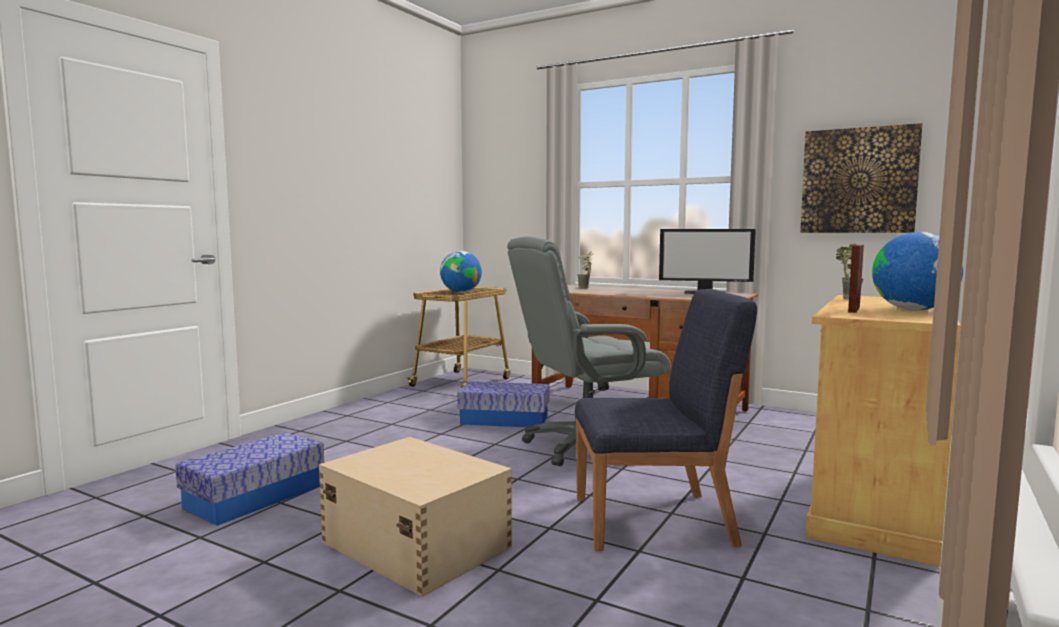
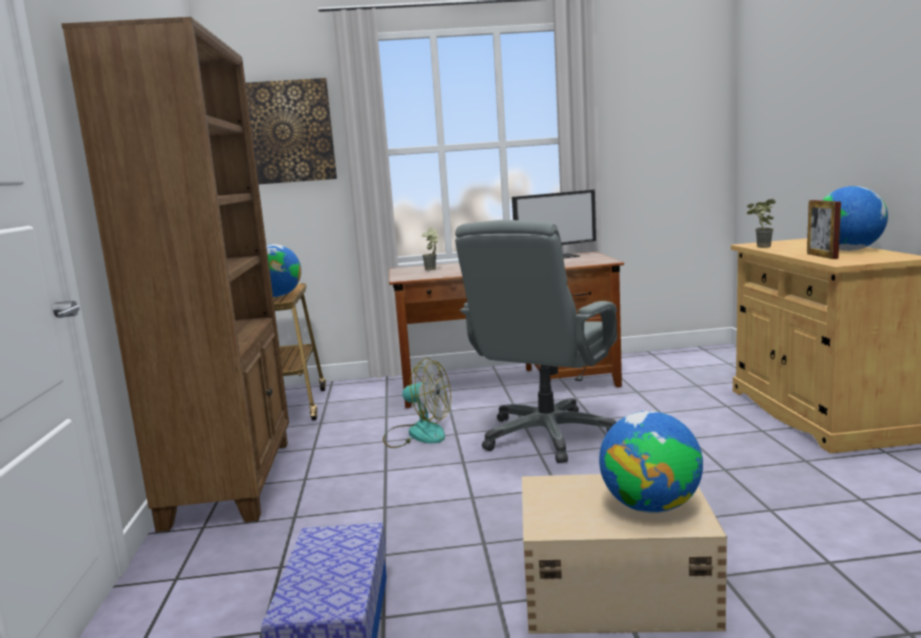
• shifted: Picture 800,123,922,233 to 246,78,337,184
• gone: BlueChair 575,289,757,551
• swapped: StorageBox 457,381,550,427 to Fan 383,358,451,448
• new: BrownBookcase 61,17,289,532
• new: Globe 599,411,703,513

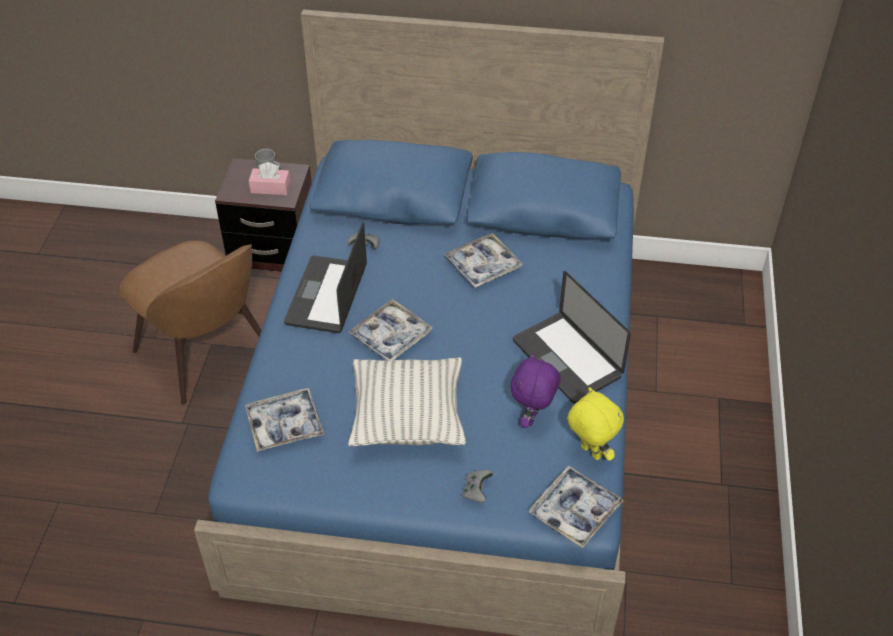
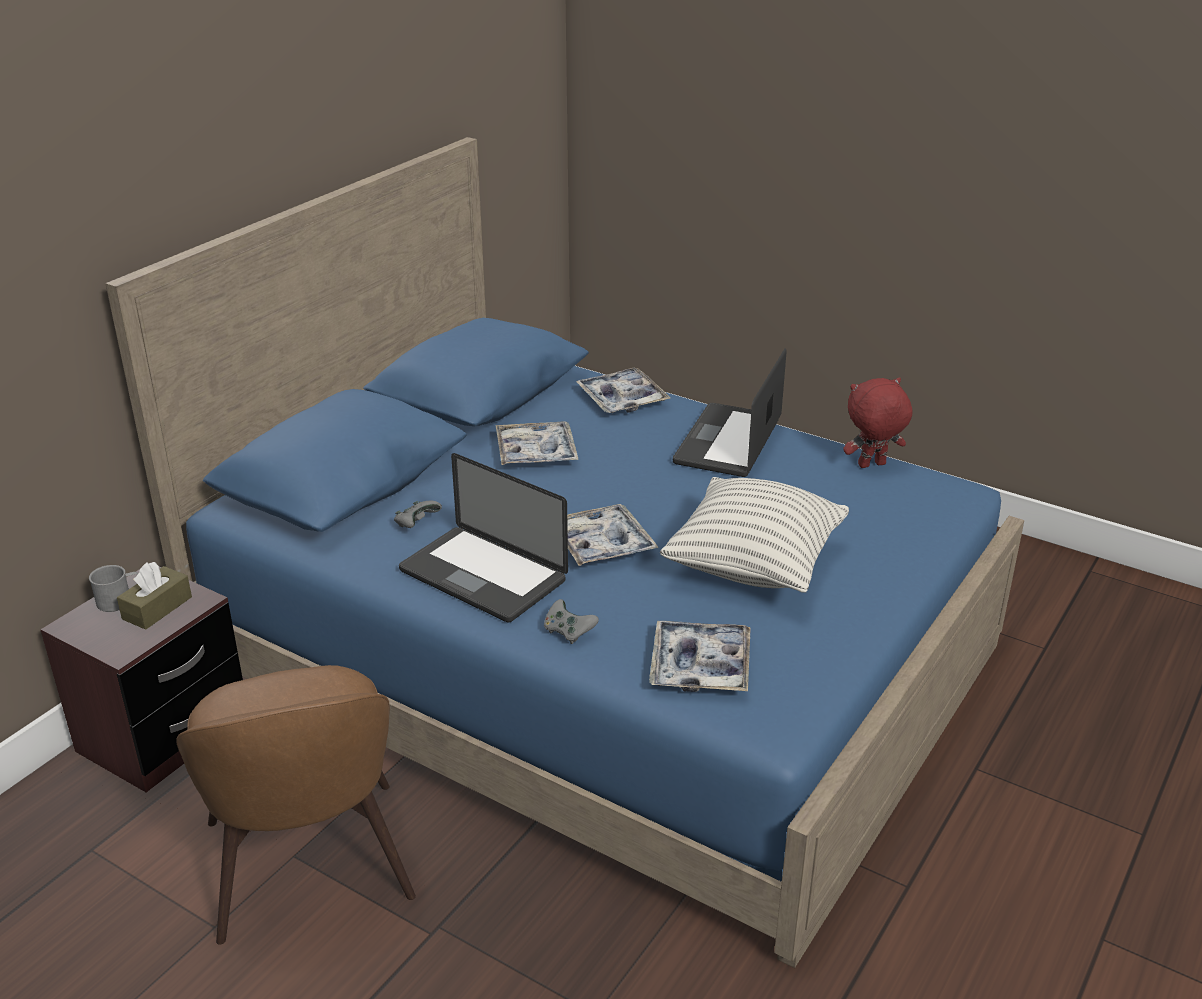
• repainted: PinkTissueBox 249,162,291,195 to BrownTissueBox 117,562,192,630
• rotated: BrownChair 120,241,262,405 = 176,665,416,945 90 degrees clockwise
• rotated: Laptop 513,271,631,403 = 673,348,787,477 120 degrees clockwise
• gone: PurplePlushToy 511,352,561,428
• repainted: YellowPlushToy 568,387,624,461 to RedPlushToy 843,378,912,468
• shifted: Tray 529,466,624,548 to 576,368,670,413
• shifted: GreyGameController 462,470,493,503 to 544,599,599,644

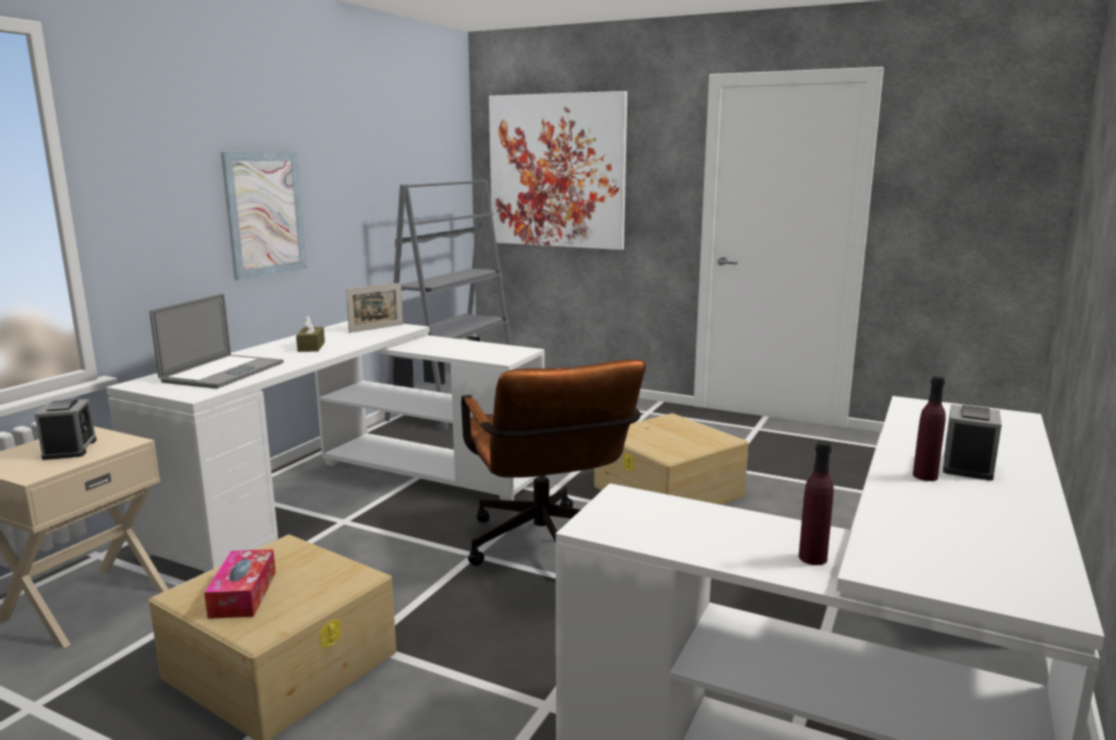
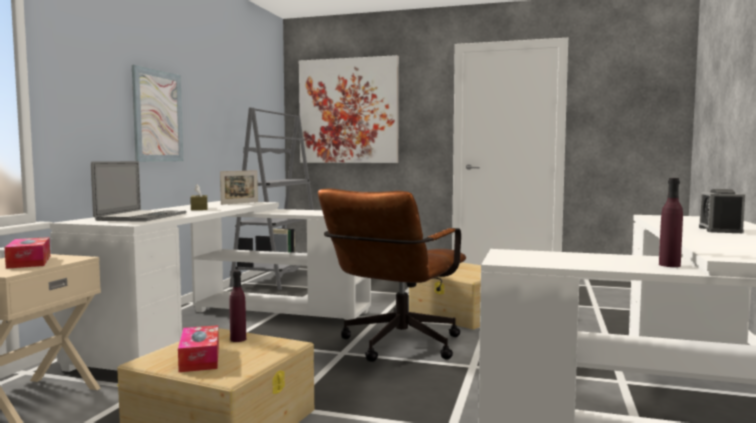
• rotated: BrownOfficeChair 461,359,646,566 = 318,188,466,362 60 degrees clockwise
• shifted: PurpleBottle 913,376,946,481 to 229,270,246,342
• swapped: AlarmClock 35,399,97,460 to TissueBox 4,237,50,269

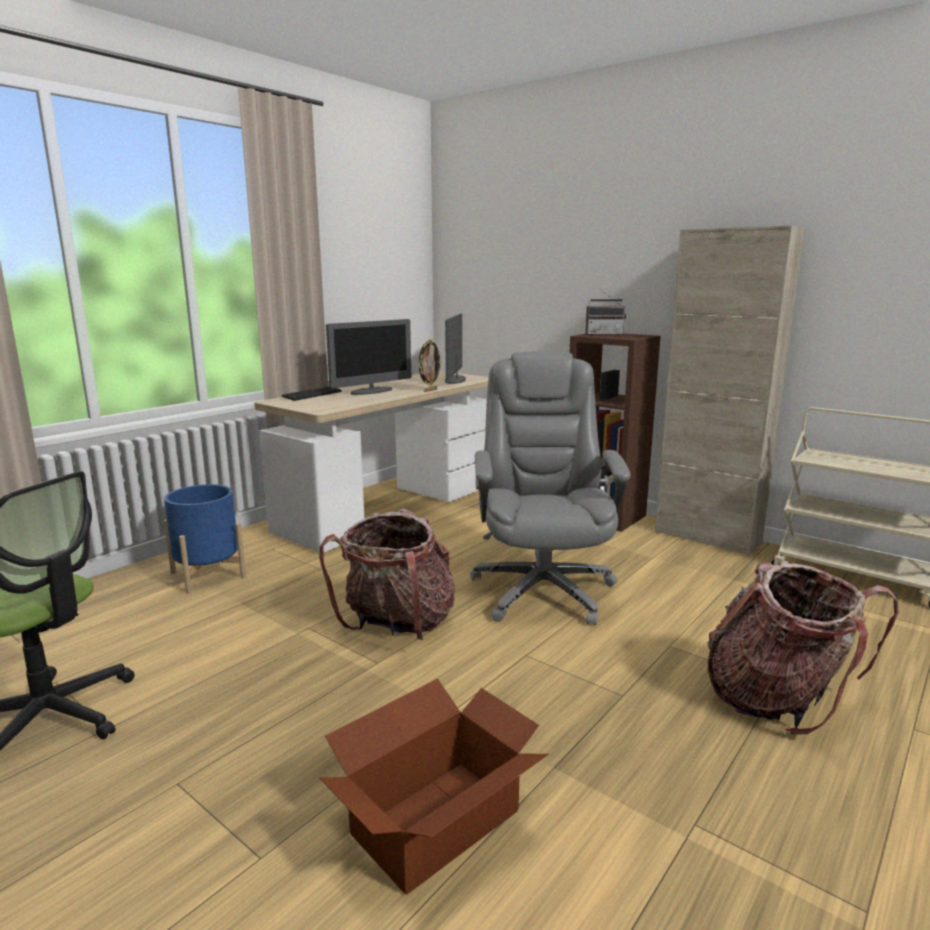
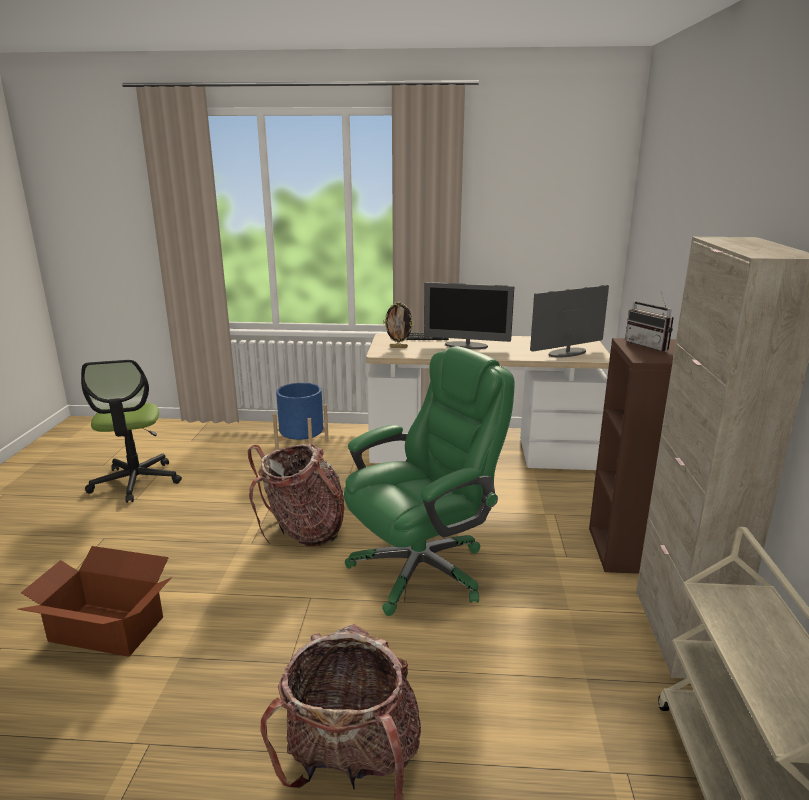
• shifted: PictureFrame 418,339,442,392 to 383,301,414,348
• repainted: GreyOfficeChair 470,351,631,625 to GreenOfficeChair 344,346,515,616

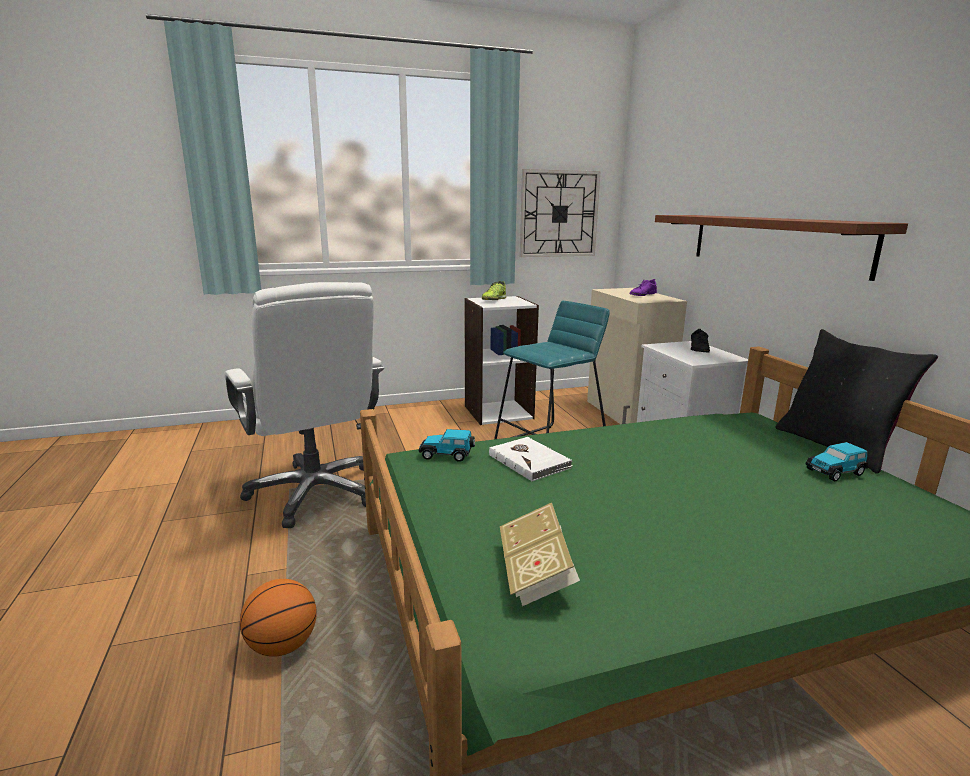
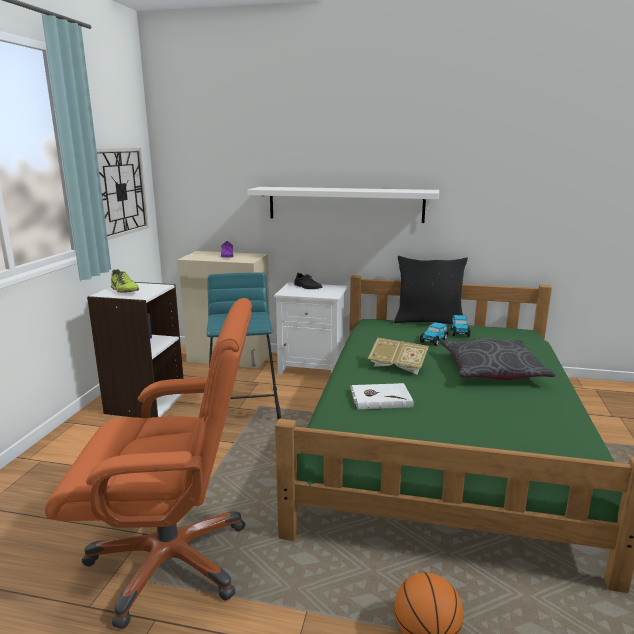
• repainted: BrownShelf 655,215,908,281 to WhiteShelf 247,187,439,223
• repainted: WhiteOfficeChair 224,282,384,528 to OrangeOfficeChair 45,298,252,629
• shifted: ToyCar 419,429,475,462 to 420,322,449,346
• shifted: Book 500,502,580,606 to 368,338,429,375
• new: GreyPillow 440,338,555,380

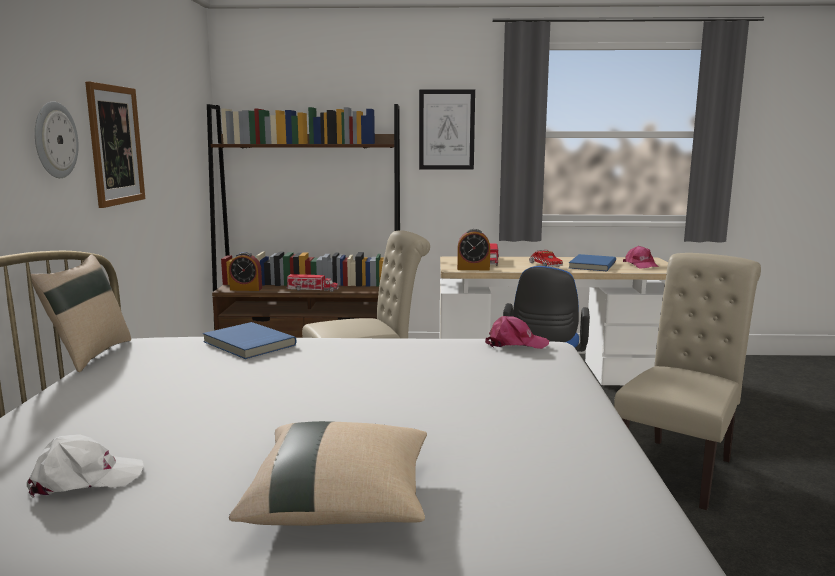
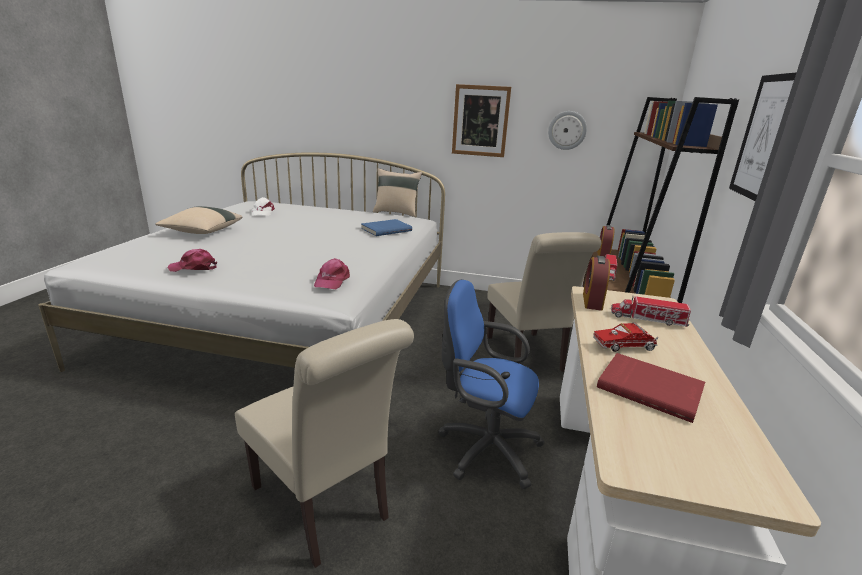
• shifted: WallClock 35,101,79,178 to 548,111,587,150
• shifted: PinkCap 623,246,658,269 to 167,249,217,272
• repainted: BlueBook 569,254,616,271 to RedBook 597,353,705,423

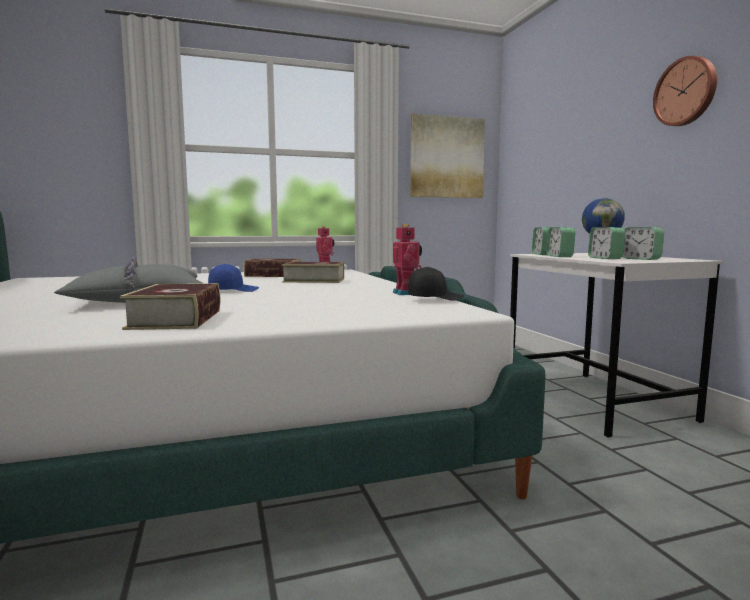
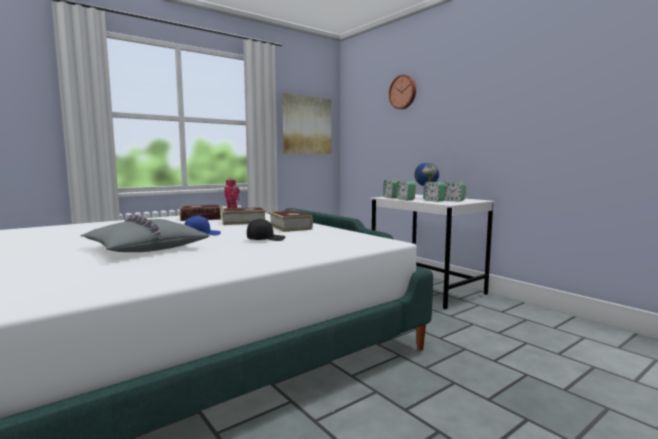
• shifted: WallClock 653,56,717,126 to 389,75,416,109
• gone: ToyRobot 393,224,422,295
• shifted: BlackCap 408,267,464,301 to 247,219,285,241
• shifted: Book 120,283,220,330 to 269,210,313,232

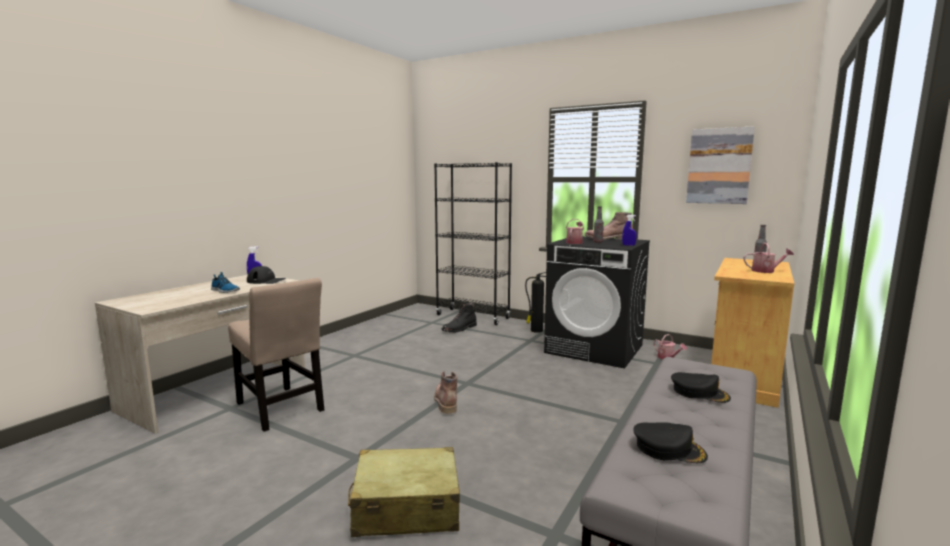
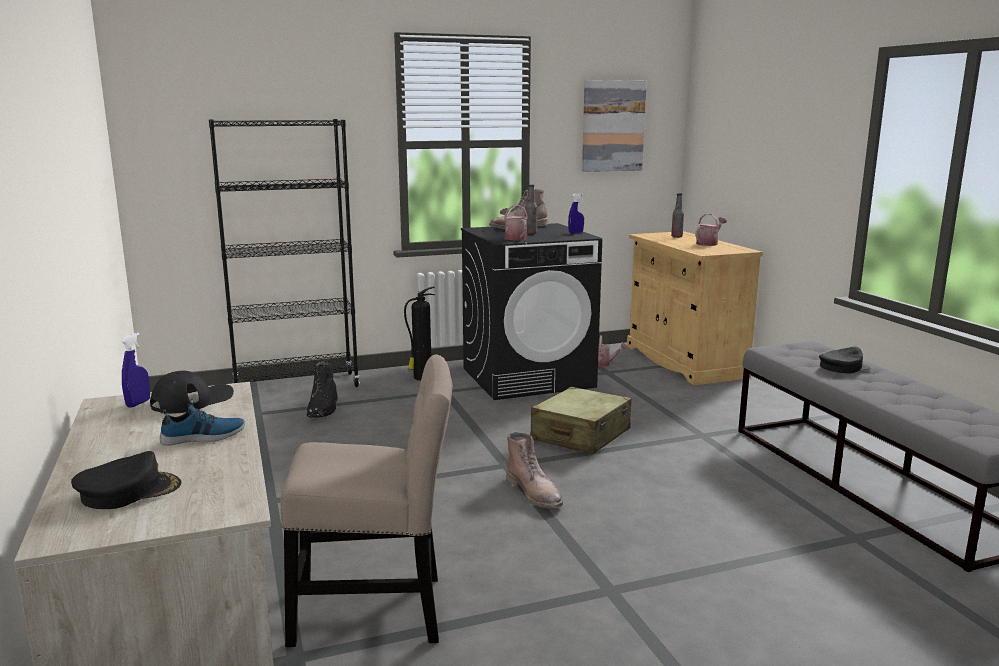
• rotated: BrownBoot 434,371,457,414 = 506,432,563,509 150 degrees counterclockwise
• shifted: BlackCap 634,422,708,463 to 71,451,181,509
• shifted: BeigeSuitcase 348,447,460,537 to 530,387,631,454

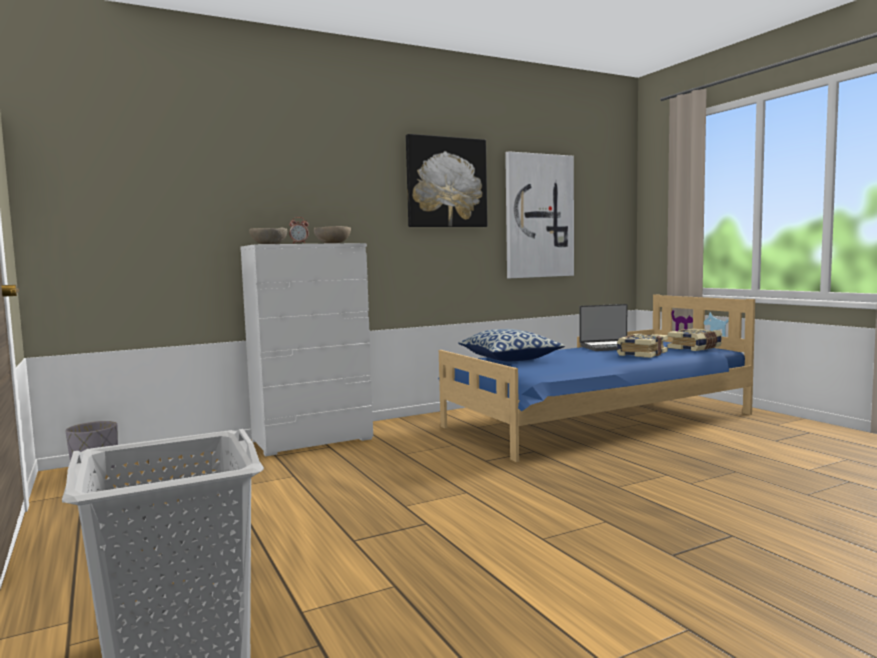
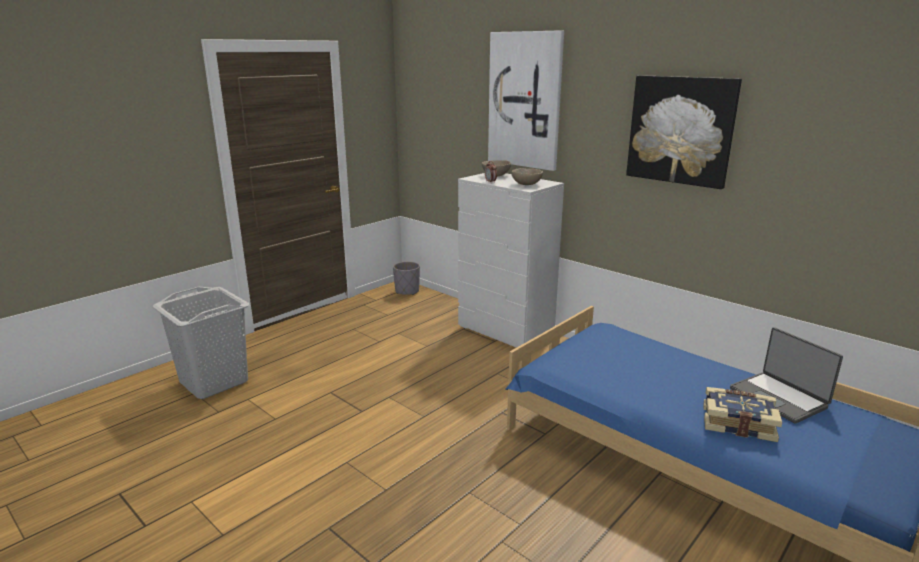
• shifted: Picture 505,151,574,278 to 488,30,564,171
• gone: Book 668,328,722,351
• gone: Pillow 458,329,565,361

